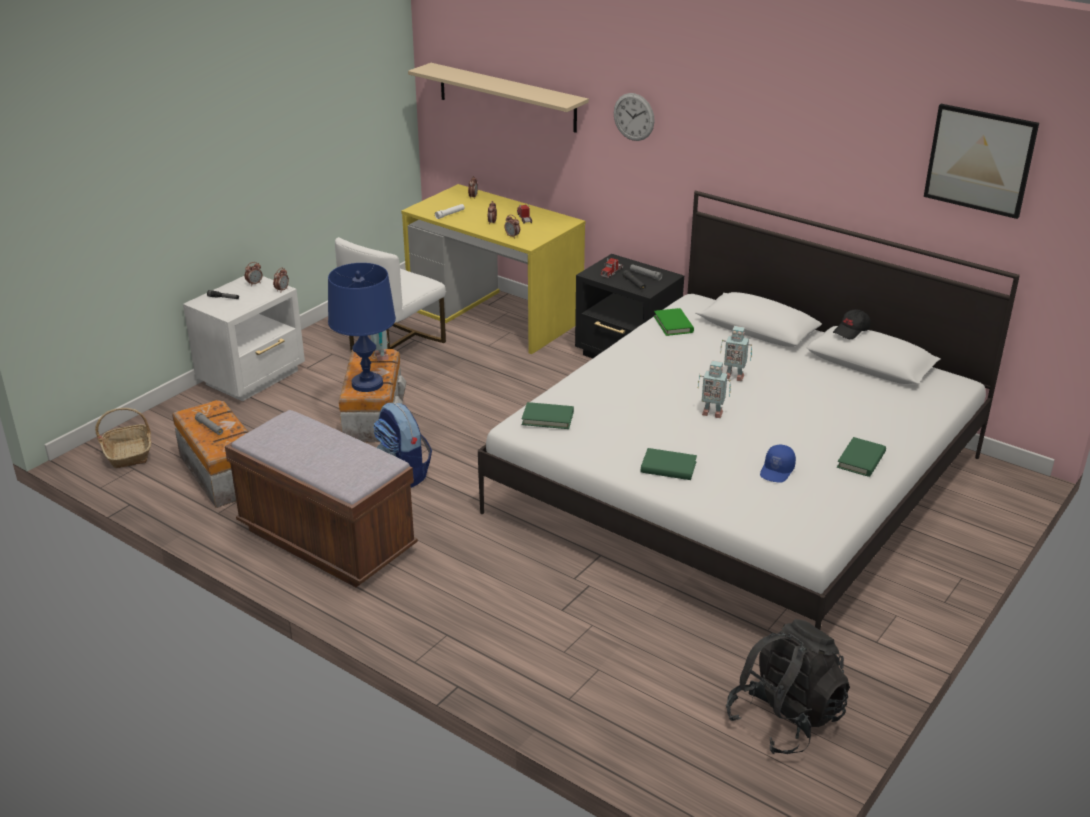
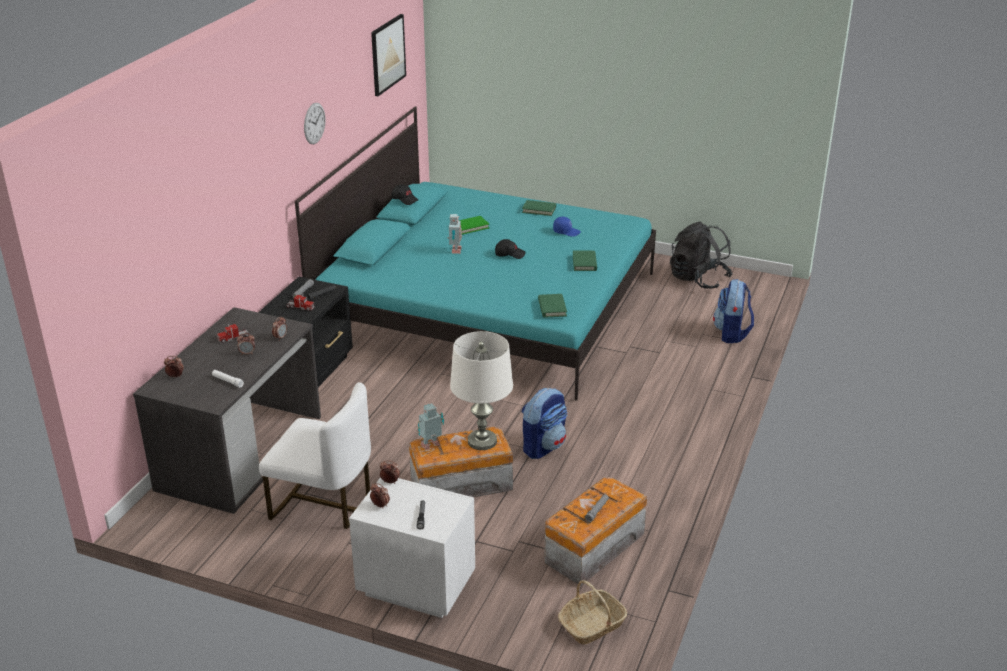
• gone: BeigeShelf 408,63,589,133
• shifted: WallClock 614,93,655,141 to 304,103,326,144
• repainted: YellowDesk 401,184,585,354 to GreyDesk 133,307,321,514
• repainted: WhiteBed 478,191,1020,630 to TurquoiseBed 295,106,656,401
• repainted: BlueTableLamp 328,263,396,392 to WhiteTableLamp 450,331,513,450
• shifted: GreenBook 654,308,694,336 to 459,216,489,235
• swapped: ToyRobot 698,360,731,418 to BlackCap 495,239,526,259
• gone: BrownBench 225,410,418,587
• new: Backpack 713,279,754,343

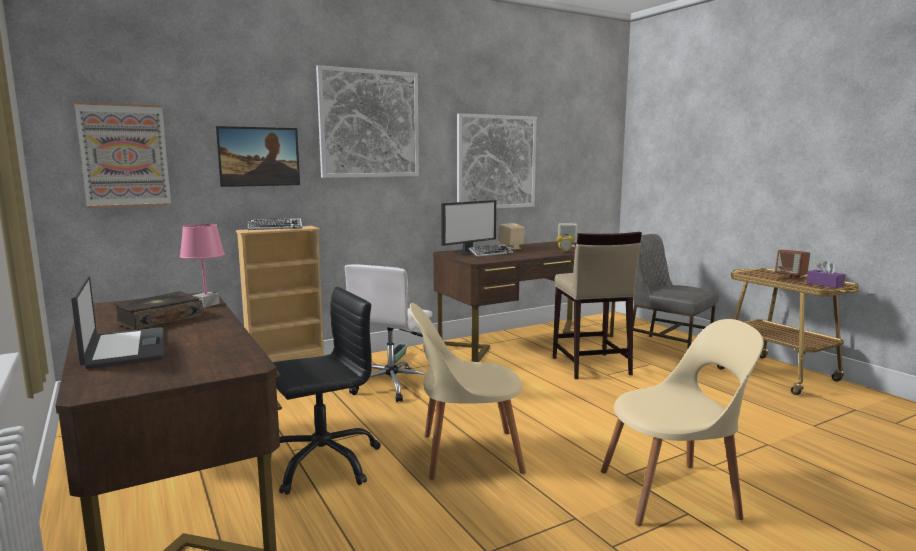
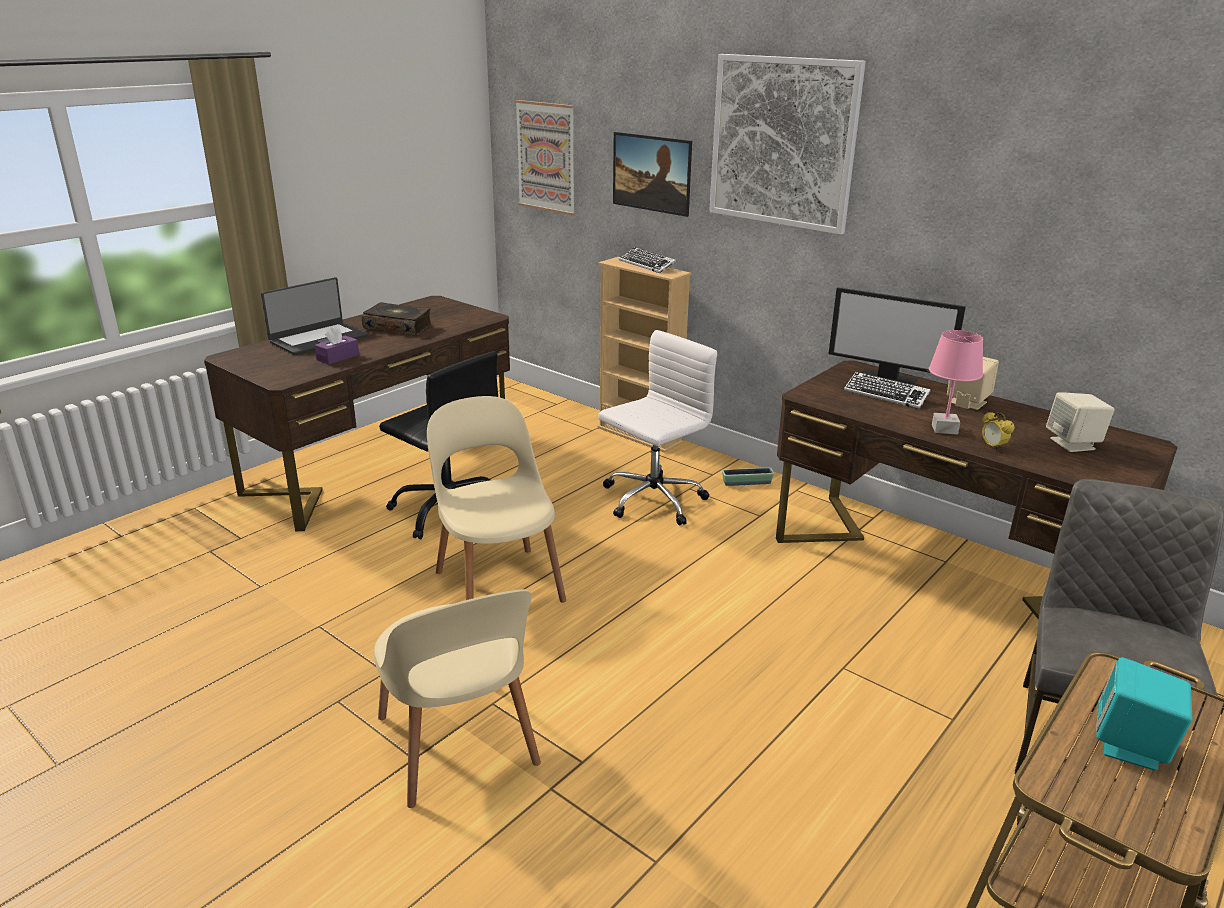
• gone: Picture 457,113,537,209
• shifted: PinkTableLamp 180,224,225,308 to 929,330,983,435
• gone: BeigeStool 553,232,642,379
• repainted: BrownSpeaker 775,250,810,282 to TurquoiseSpeaker 1096,657,1192,770
• shifted: PurpleTissueBox 807,261,845,288 to 315,326,359,365
• rotated: WhiteOfficeChair 345,264,432,402 = 598,330,717,526 135 degrees clockwise

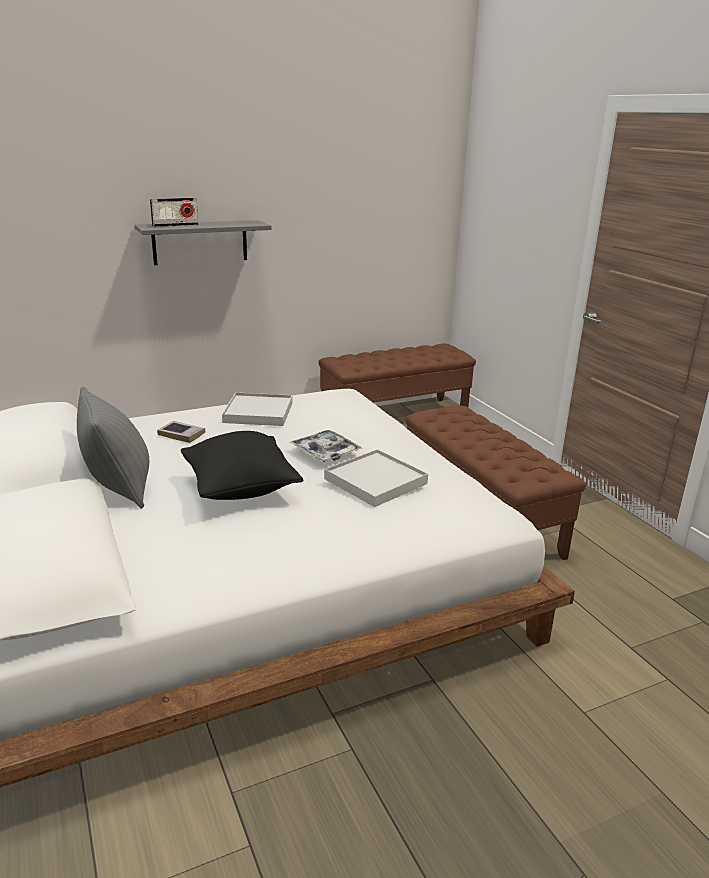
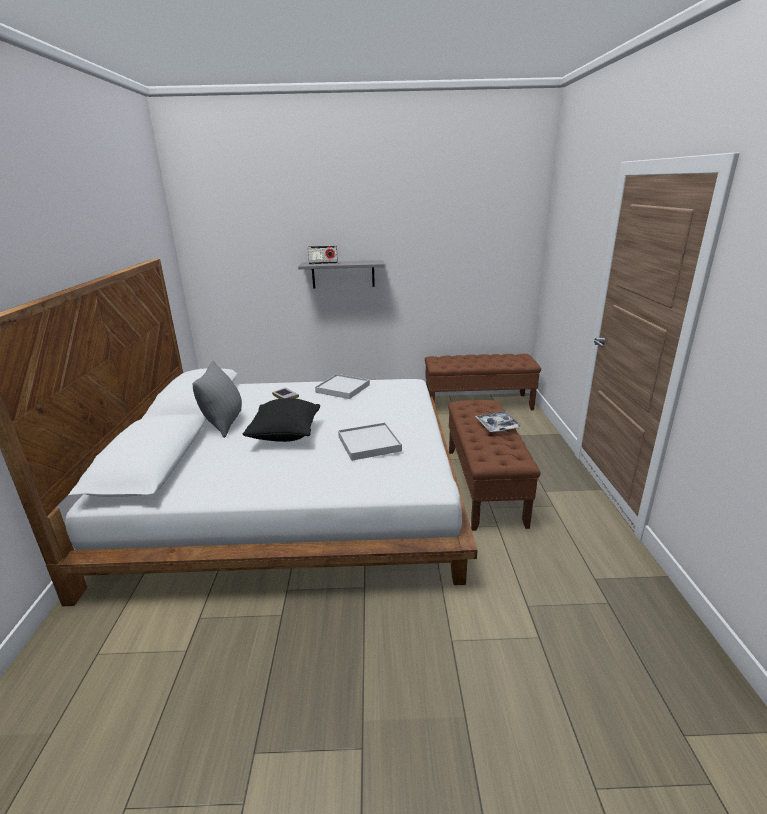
• shifted: Tray 290,430,362,462 to 475,411,523,433

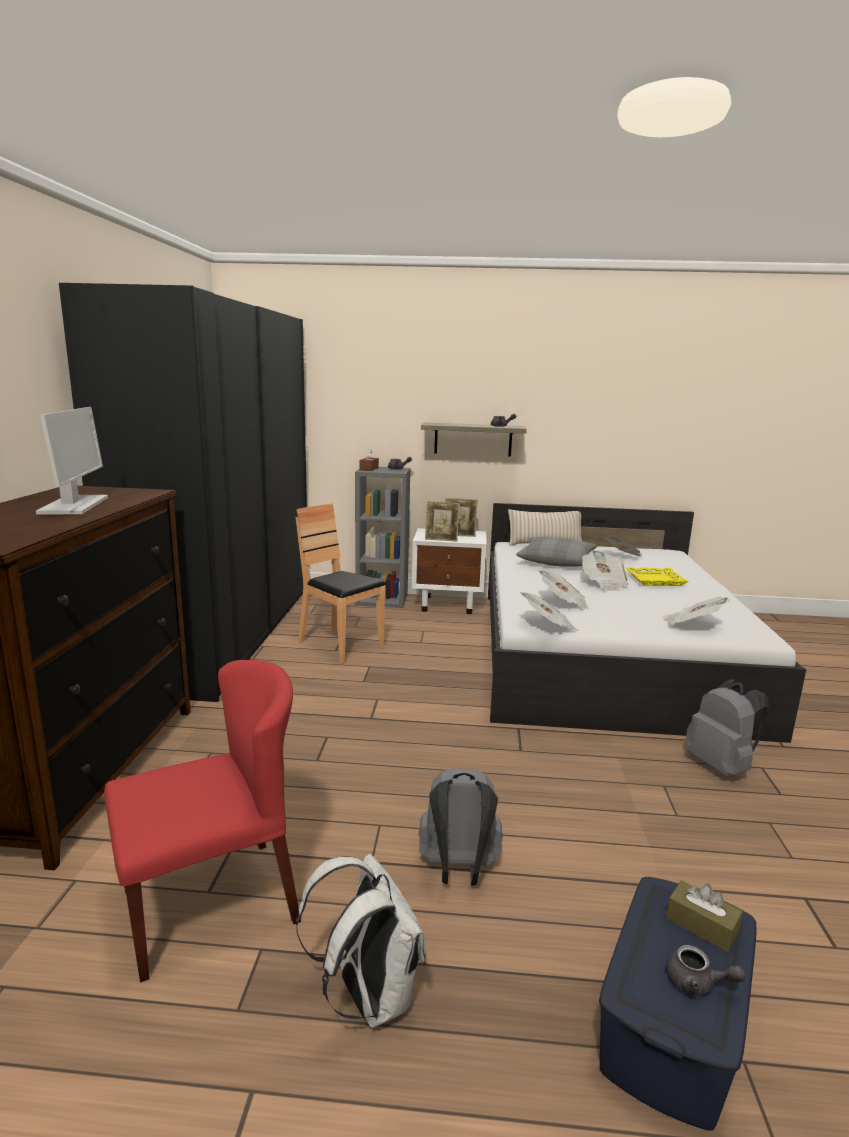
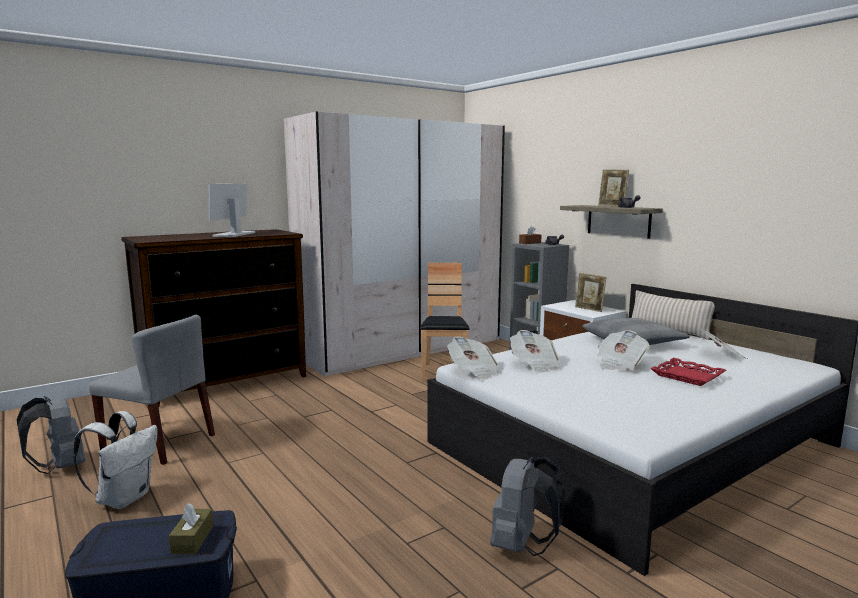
• repainted: BlackWardrobe 59,283,307,702 to BeigeWardrobe 284,111,505,377
• rotated: Monitor 36,407,108,514 = 209,184,255,237 150 degrees clockwise
• shifted: PictureFrame 425,501,460,542 to 598,169,629,207
• repainted: YellowTray 626,567,689,586 to RedTray 650,358,727,386
• gone: Newspaper 663,597,730,625
• repainted: RedChair 104,660,301,982 to GreyChair 89,315,215,465
• shifted: GreyBackpack 418,768,503,886 to 17,396,86,474
• gone: GreyTeapot 666,945,746,996

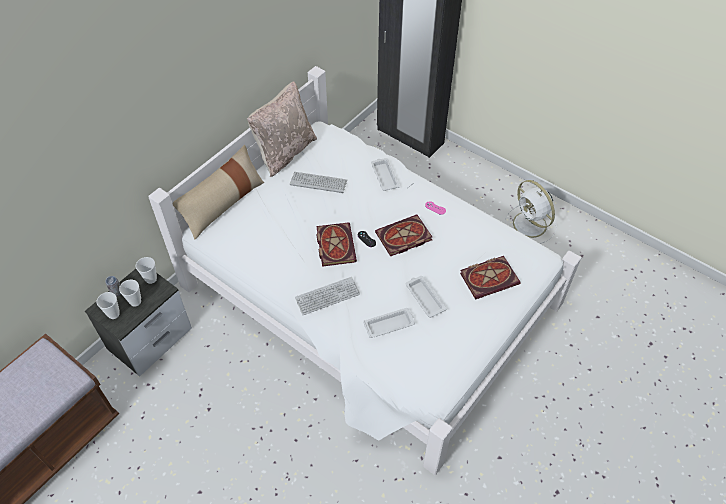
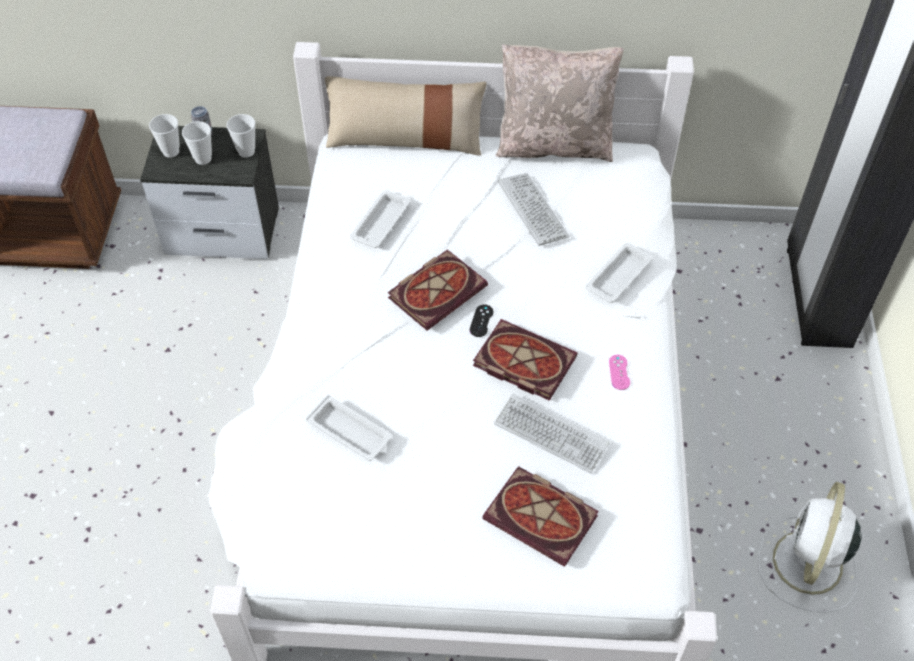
• shifted: WhiteTray 406,276,446,318 to 350,190,411,248
• shifted: Keyboard 295,277,360,315 to 494,394,609,473

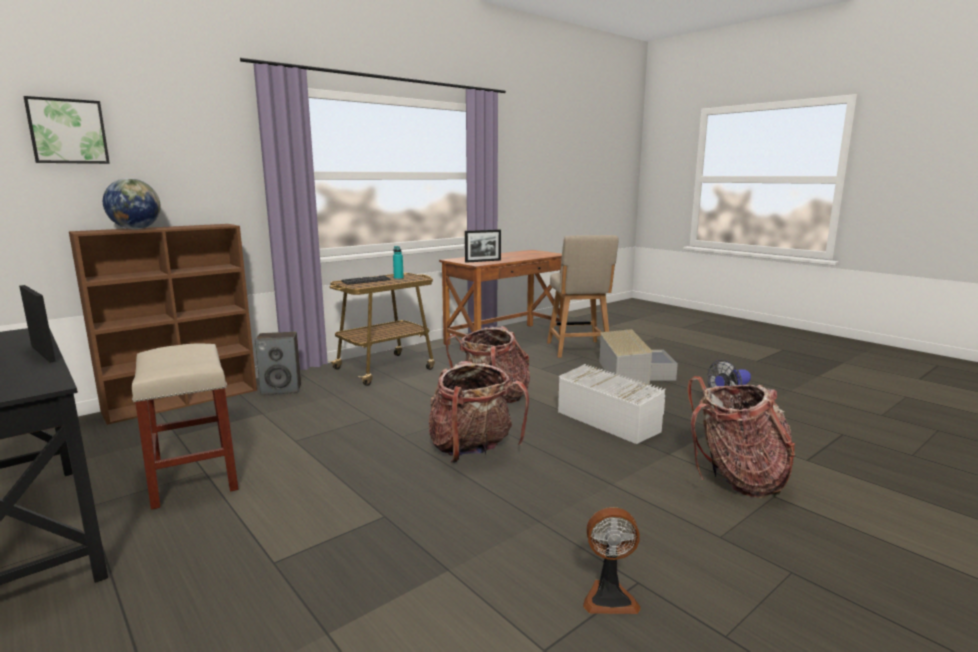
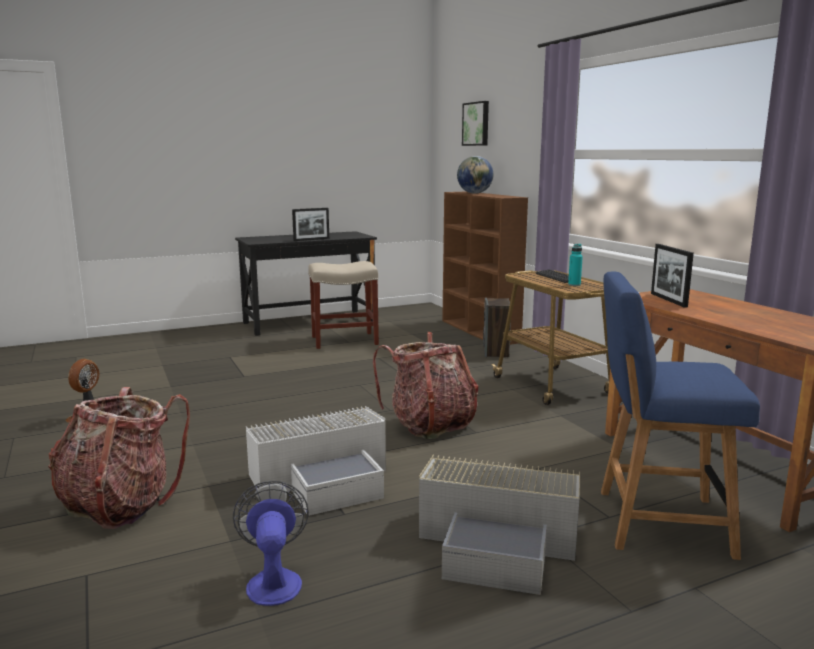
• repainted: BeigeChair 547,235,619,358 to BlueChair 601,272,760,560
• gone: Backpack 428,361,529,463

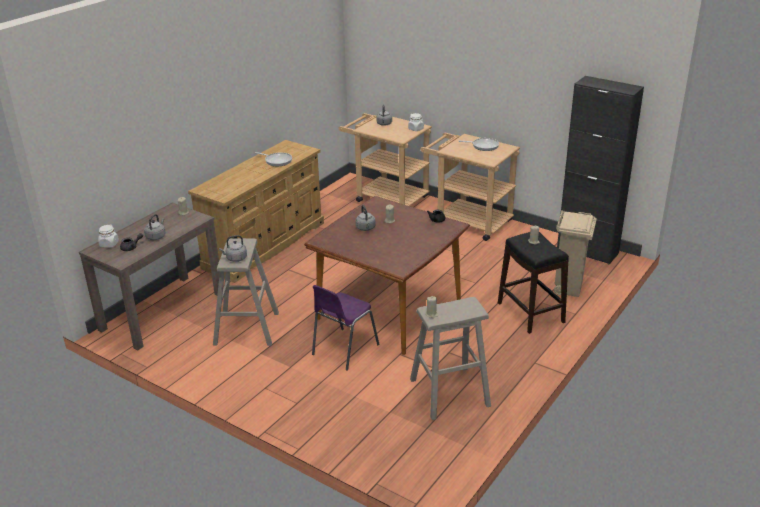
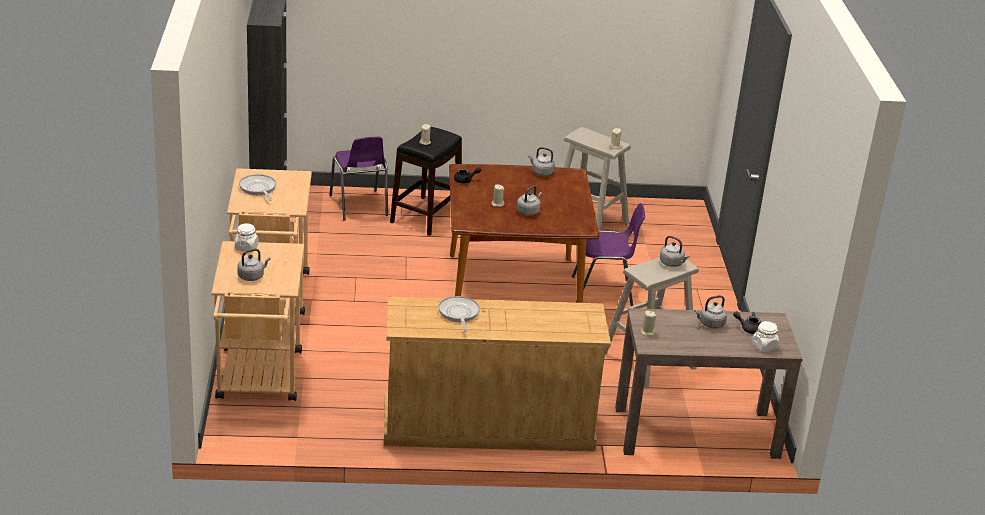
• swapped: BeigeTrashCan 554,211,597,297 to PurpleChair 330,137,388,221
• new: GreyKettle 528,147,555,176

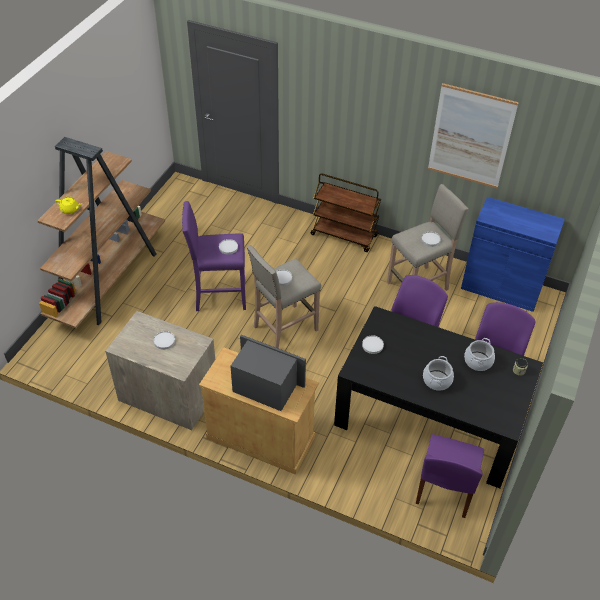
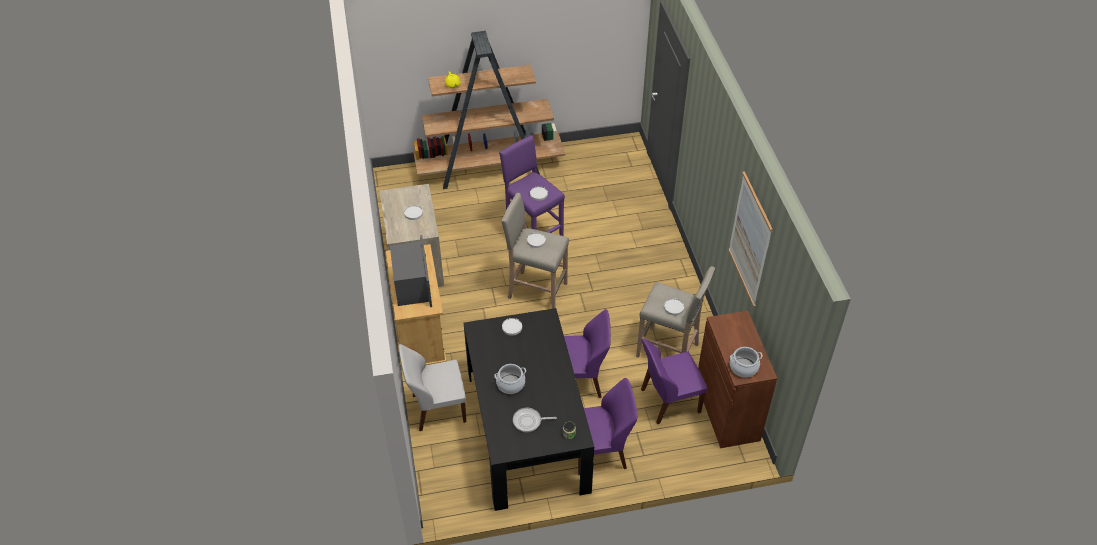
• gone: BrownCart 310,173,381,252
• repainted: BlueCabinet 461,197,565,312 to BrownCabinet 698,311,777,448
• shifted: CookingPot 464,338,495,371 to 730,347,763,377
• shifted: PurpleChair 416,434,484,518 to 641,338,707,424
• new: WhiteChair 399,344,466,431
• new: FryingPan 513,408,557,432

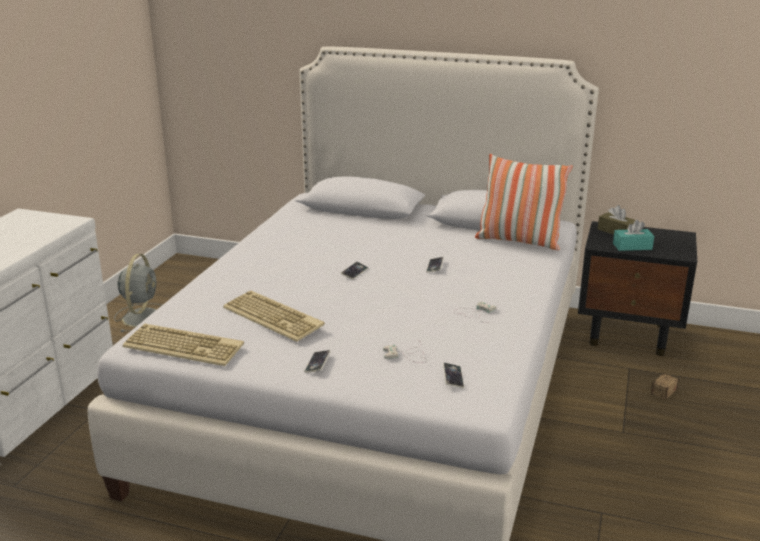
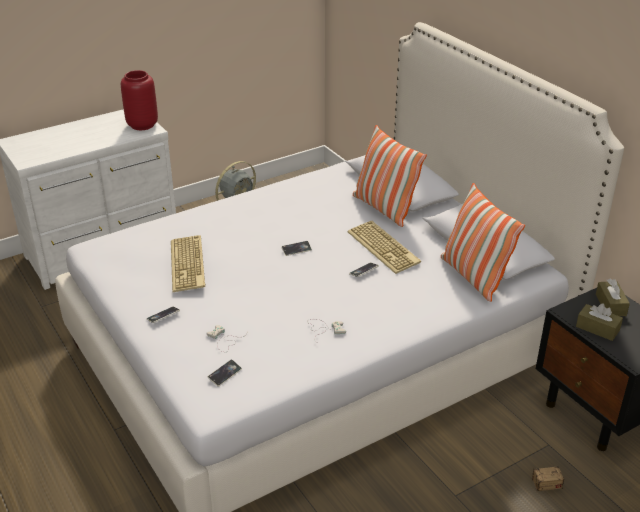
• repainted: TurquoiseTissueBox 613,220,654,251 to BrownTissueBox 576,303,623,341
• shifted: Keyboard 123,324,244,366 to 348,221,421,274
• new: RedVase 121,70,158,130
• new: Pillow 353,125,427,227

